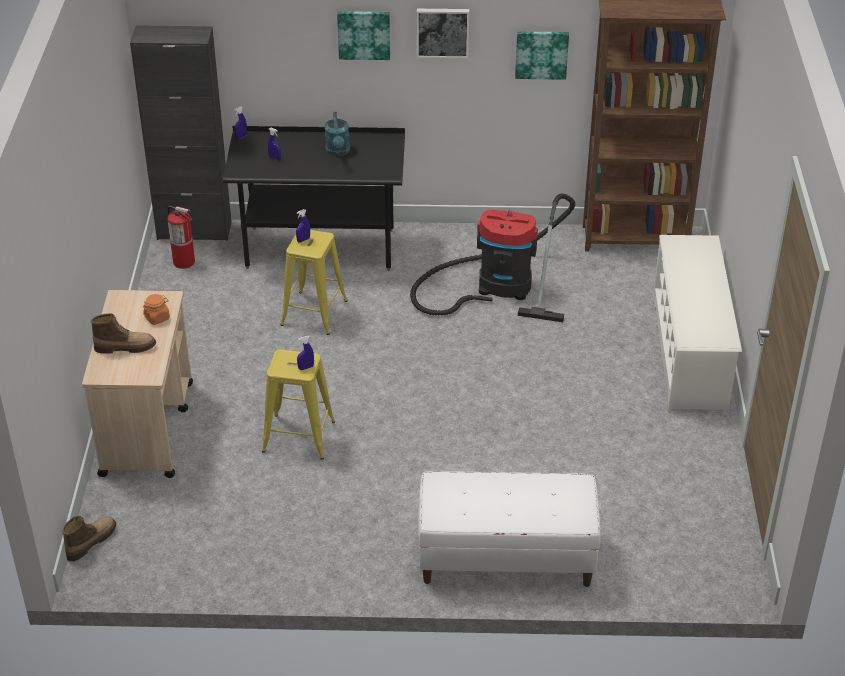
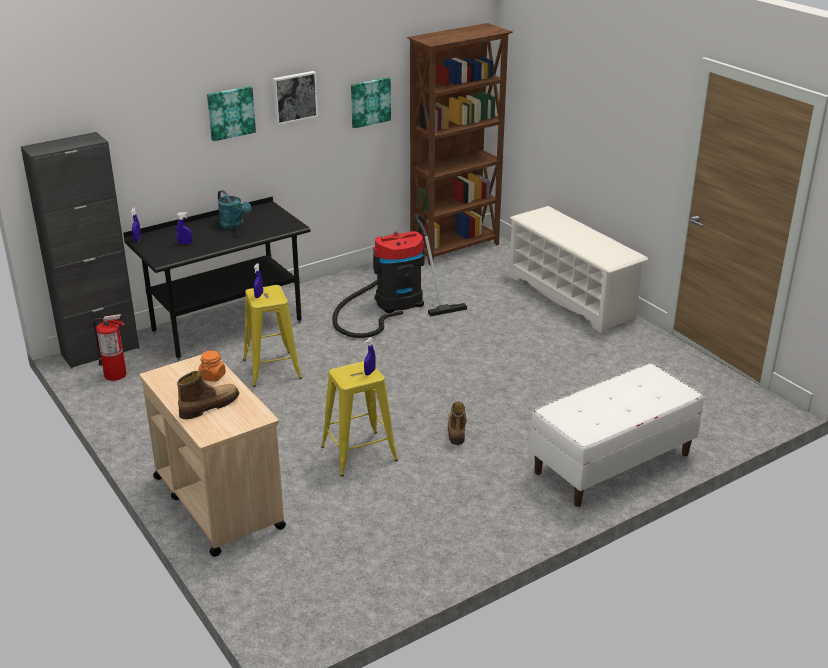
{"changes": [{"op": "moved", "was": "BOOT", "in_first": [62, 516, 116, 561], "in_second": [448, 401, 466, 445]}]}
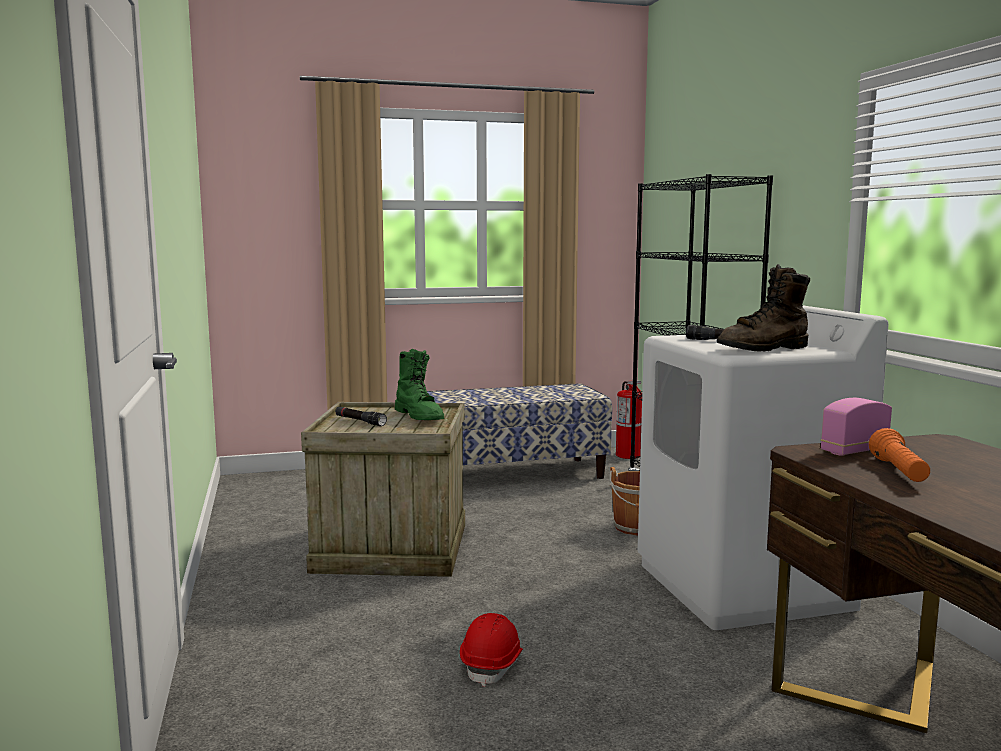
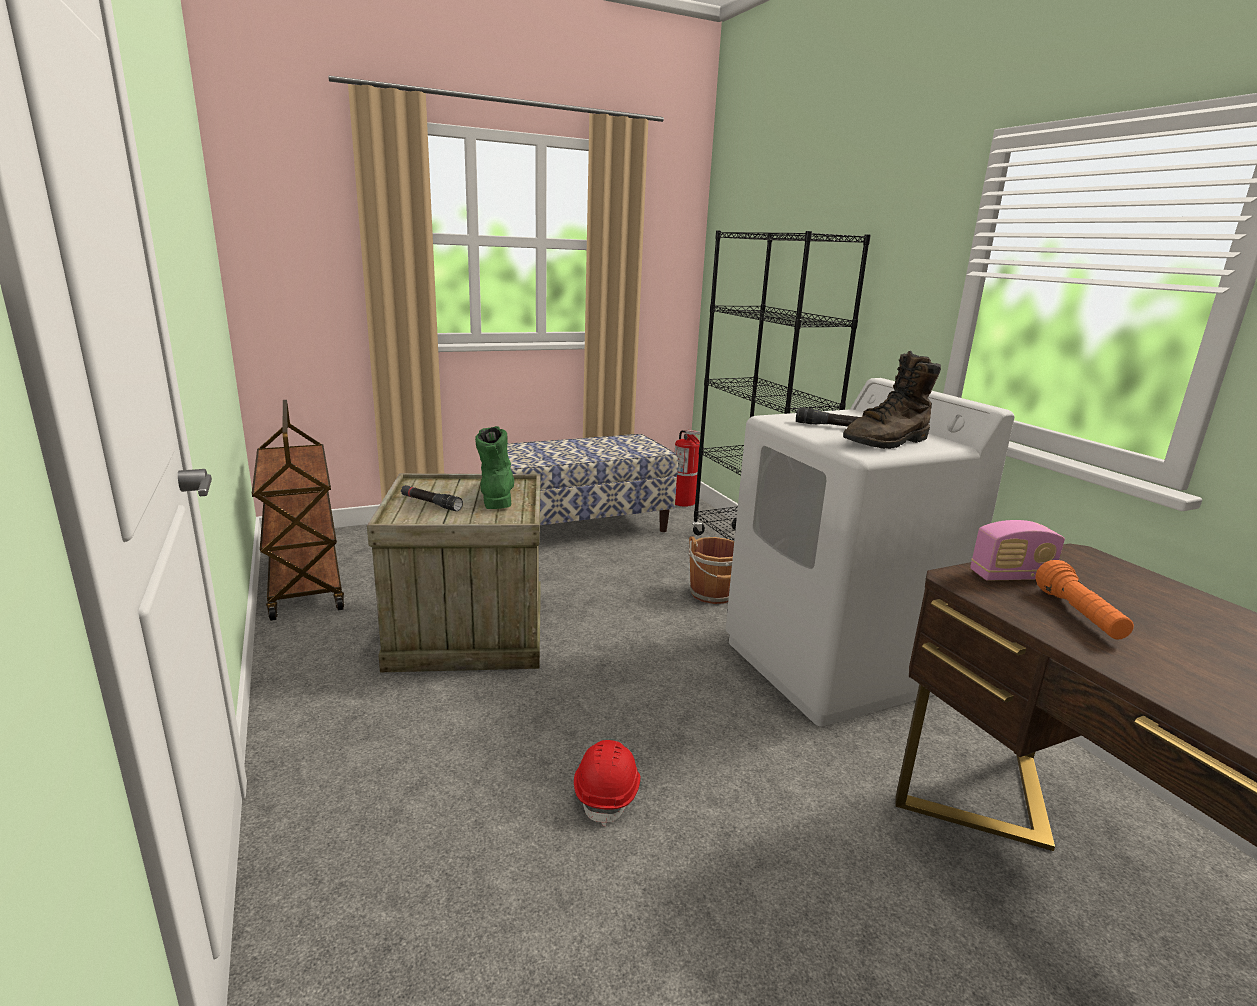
{"changes": [{"op": "turned", "was": "GREEN BOOT", "in_first": [395, 349, 444, 420], "in_second": [475, 426, 514, 509], "clockwise": -150}, {"op": "turned", "was": "RADIO", "in_first": [821, 398, 892, 456], "in_second": [970, 520, 1065, 581], "clockwise": -150}, {"op": "added", "now": "BROWN CART", "in_second": [252, 400, 344, 621]}]}
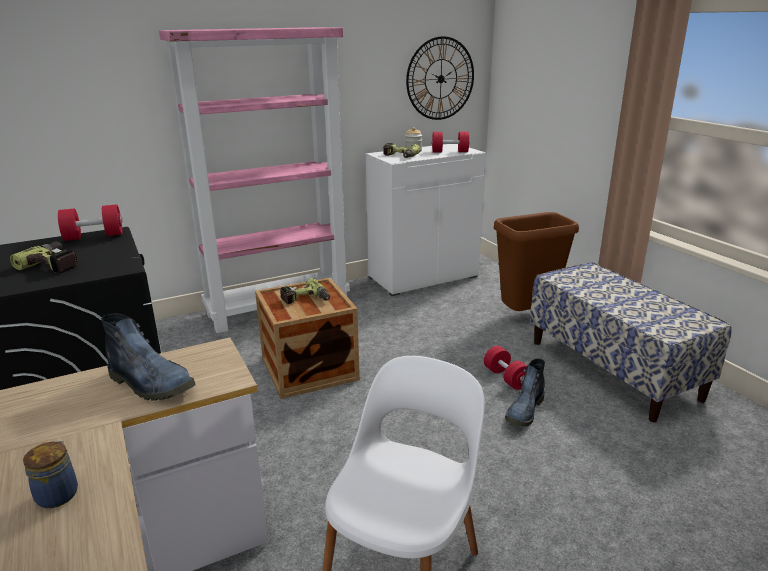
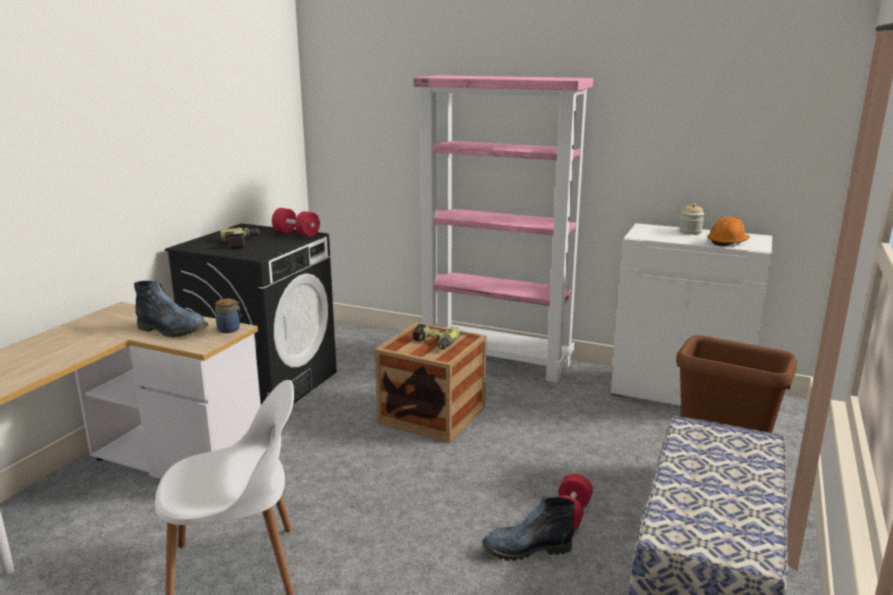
{"changes": [{"op": "removed", "was": "WALL CLOCK", "in_first": [406, 36, 474, 120]}, {"op": "replaced", "was": "RED DUMBBELL", "now": "ORANGE HARD HAT", "in_first": [431, 131, 470, 153], "in_second": [707, 217, 750, 246]}, {"op": "removed", "was": "POWER DRILL", "in_first": [383, 143, 421, 158]}, {"op": "turned", "was": "BOOT", "in_first": [101, 313, 196, 401], "in_second": [134, 281, 209, 337], "clockwise": -60}, {"op": "moved", "was": "JAR", "in_first": [23, 441, 78, 508], "in_second": [215, 299, 242, 333]}]}
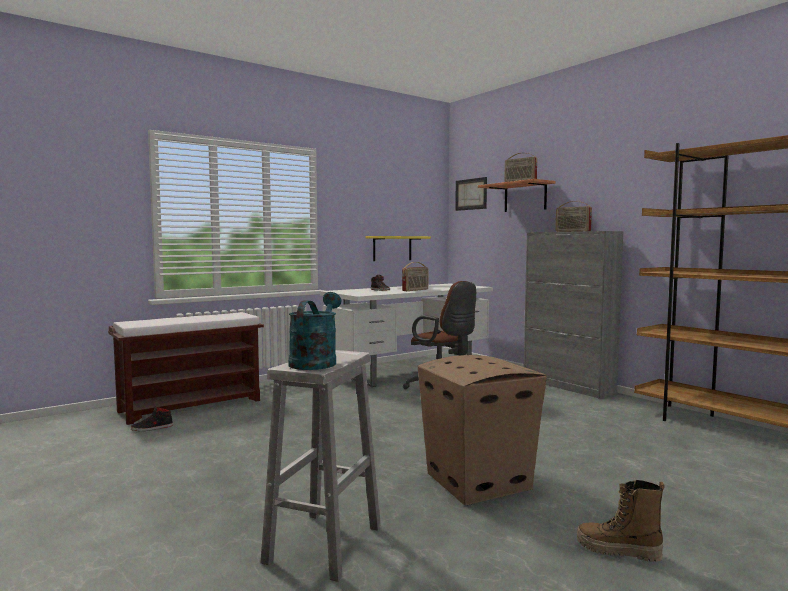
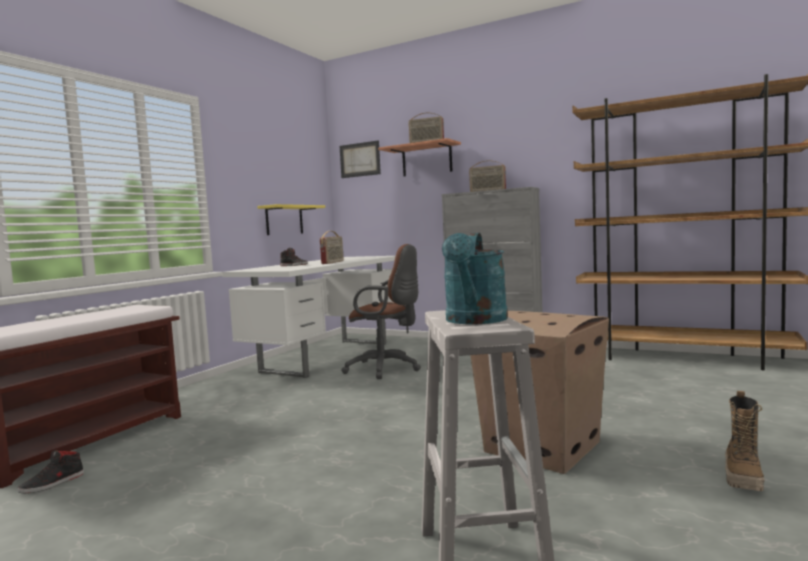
{"changes": [{"op": "turned", "was": "TURQUOISE WATERING CAN", "in_first": [289, 292, 341, 370], "in_second": [442, 233, 508, 325], "clockwise": -150}, {"op": "turned", "was": "BOOT", "in_first": [577, 480, 664, 562], "in_second": [725, 391, 765, 491], "clockwise": -60}]}
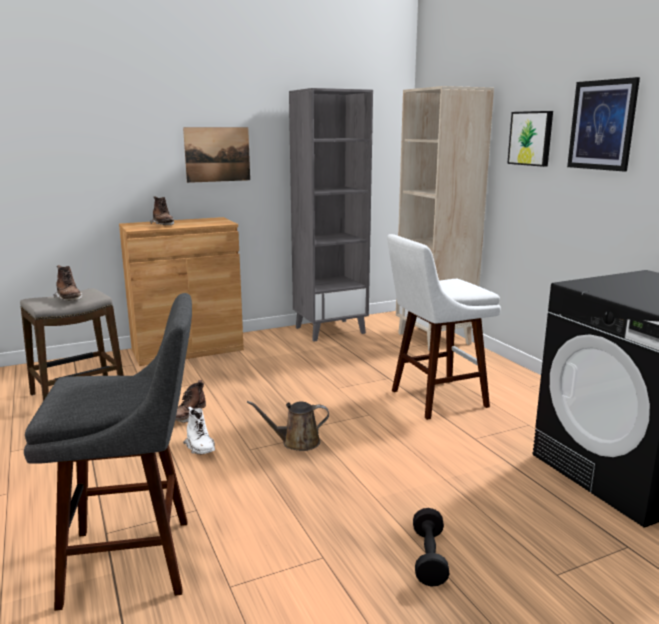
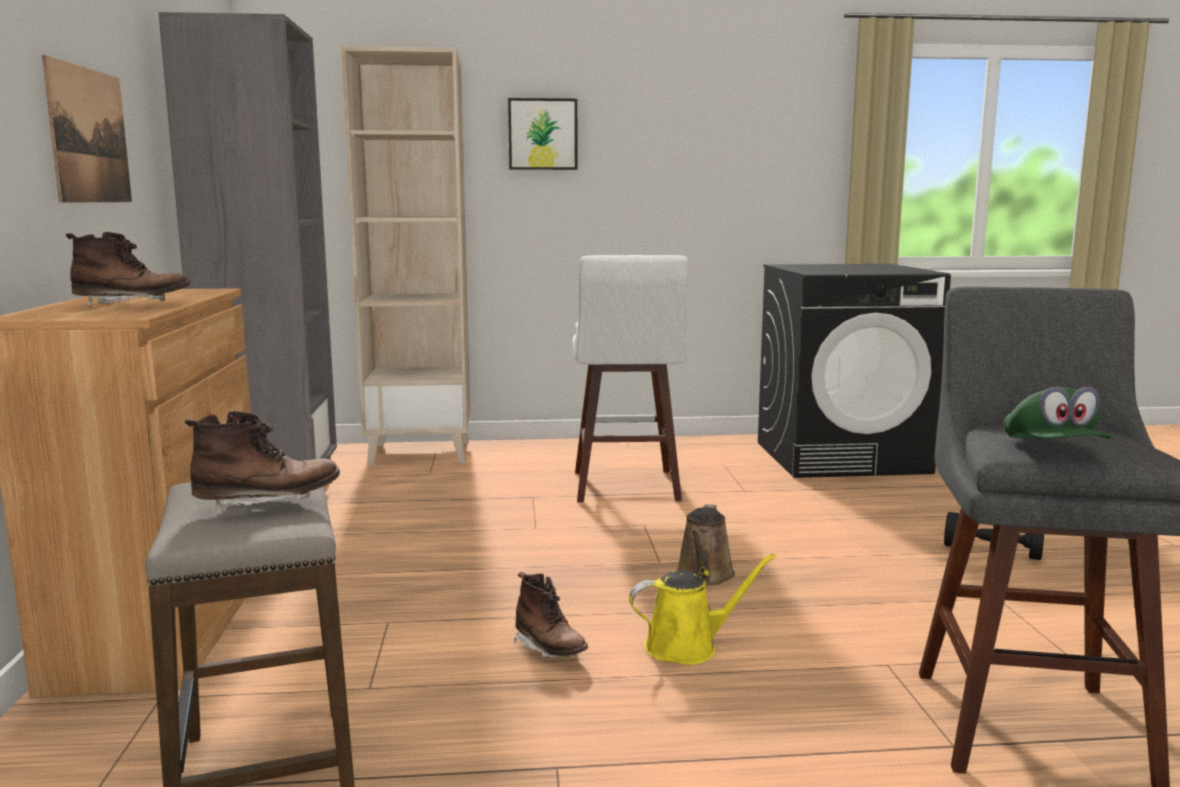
{"changes": [{"op": "removed", "was": "PICTURE", "in_first": [567, 77, 640, 171]}, {"op": "replaced", "was": "WHITE BOOT", "now": "YELLOW WATERING CAN", "in_first": [183, 407, 215, 455], "in_second": [629, 553, 776, 665]}, {"op": "added", "now": "GREEN CAP", "in_second": [1004, 386, 1112, 439]}]}
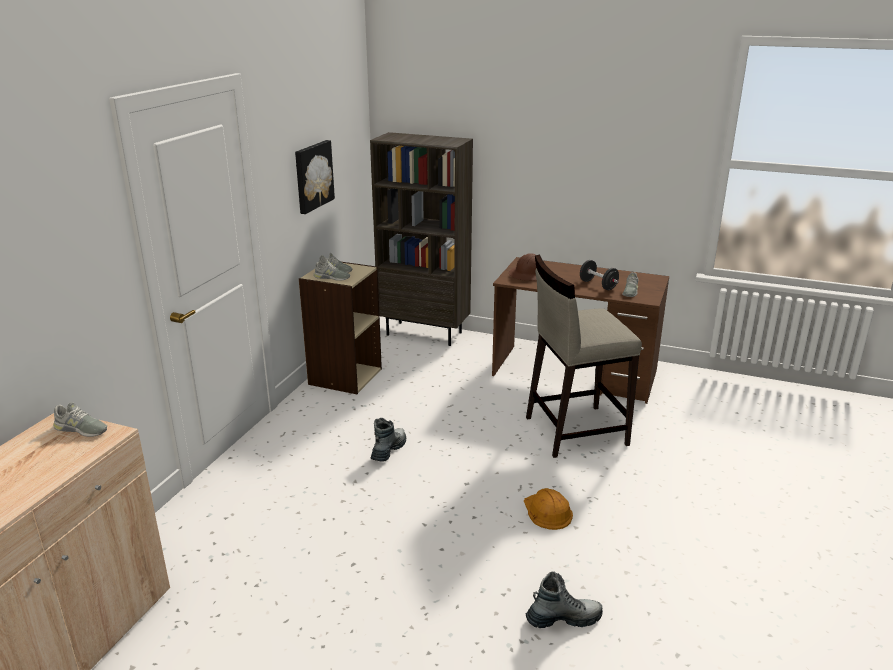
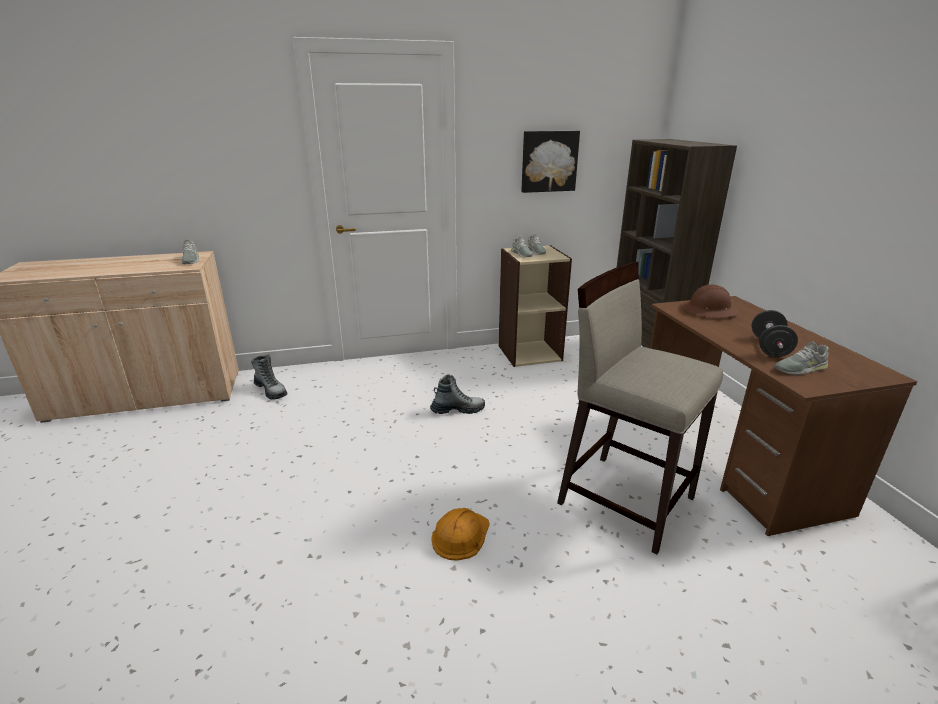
{"changes": [{"op": "moved", "was": "BOOT", "in_first": [526, 571, 603, 628], "in_second": [251, 355, 287, 400]}]}
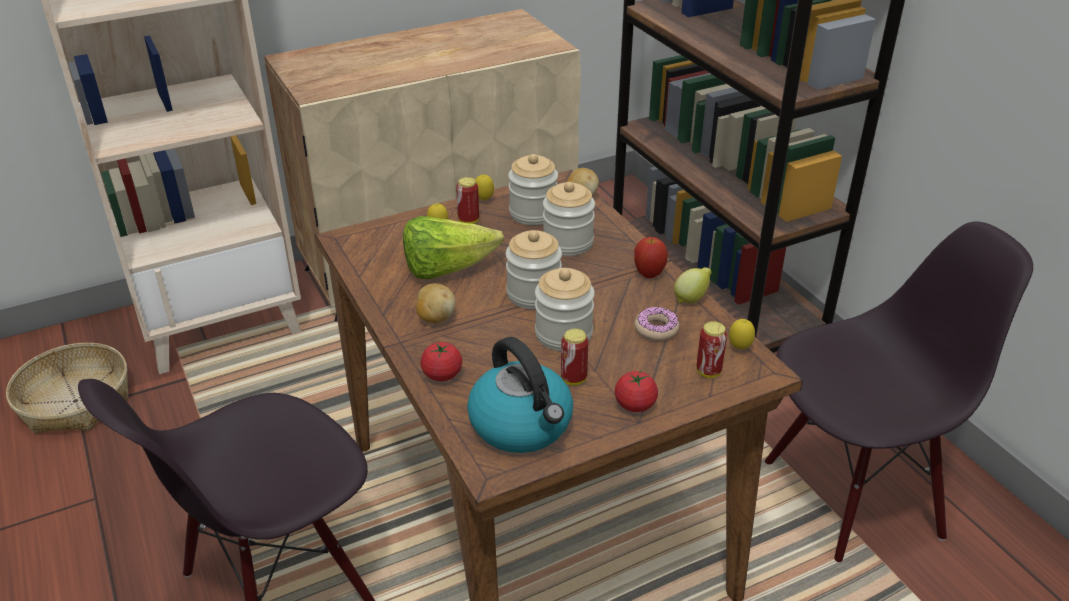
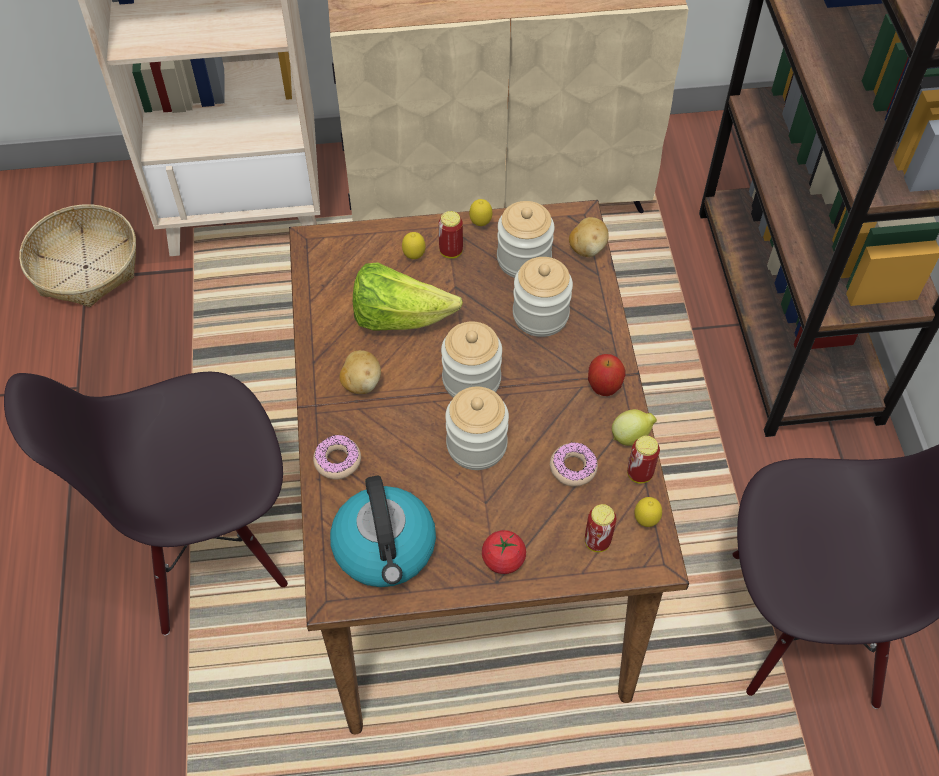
{"changes": [{"op": "moved", "was": "CAN", "in_first": [561, 329, 589, 385], "in_second": [627, 436, 660, 484]}, {"op": "replaced", "was": "TOMATO", "now": "DONUT", "in_first": [421, 342, 462, 381], "in_second": [313, 435, 361, 480]}]}
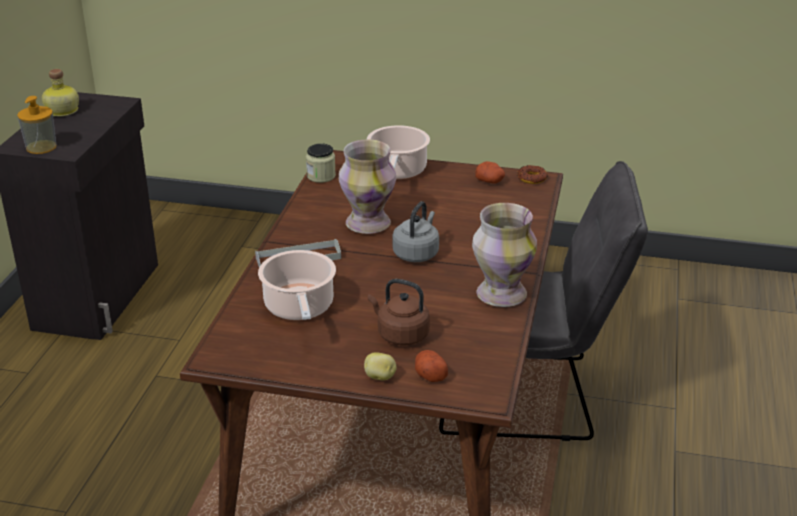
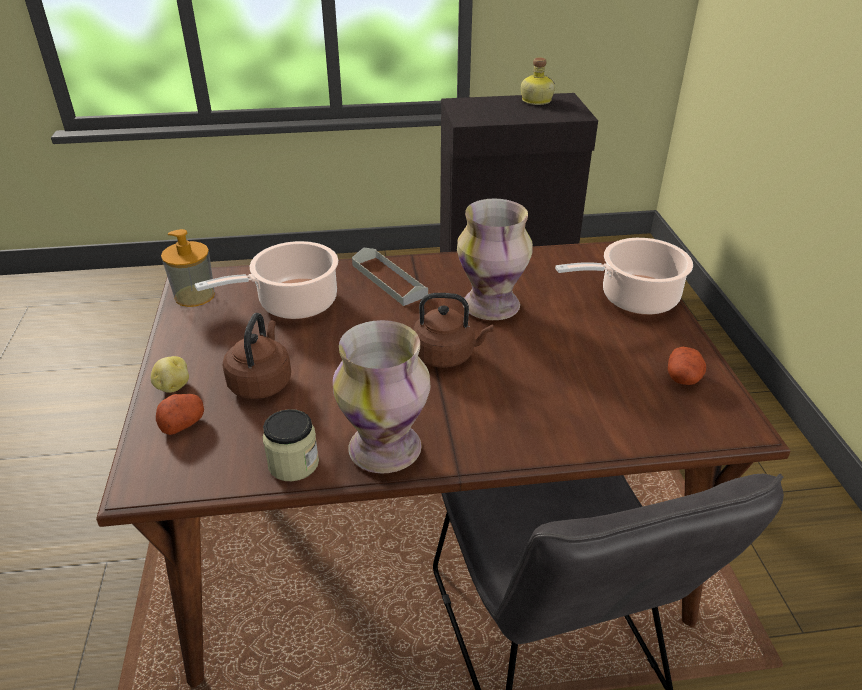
{"changes": [{"op": "moved", "was": "SOAP DISPENSER", "in_first": [17, 96, 57, 154], "in_second": [161, 229, 215, 307]}, {"op": "moved", "was": "JAR", "in_first": [306, 143, 336, 183], "in_second": [263, 409, 319, 481]}, {"op": "removed", "was": "DONUT", "in_first": [517, 165, 548, 184]}, {"op": "recoloured", "was": "GREY KETTLE", "now": "BROWN KETTLE", "in_first": [393, 201, 439, 262], "in_second": [413, 293, 493, 368]}]}
